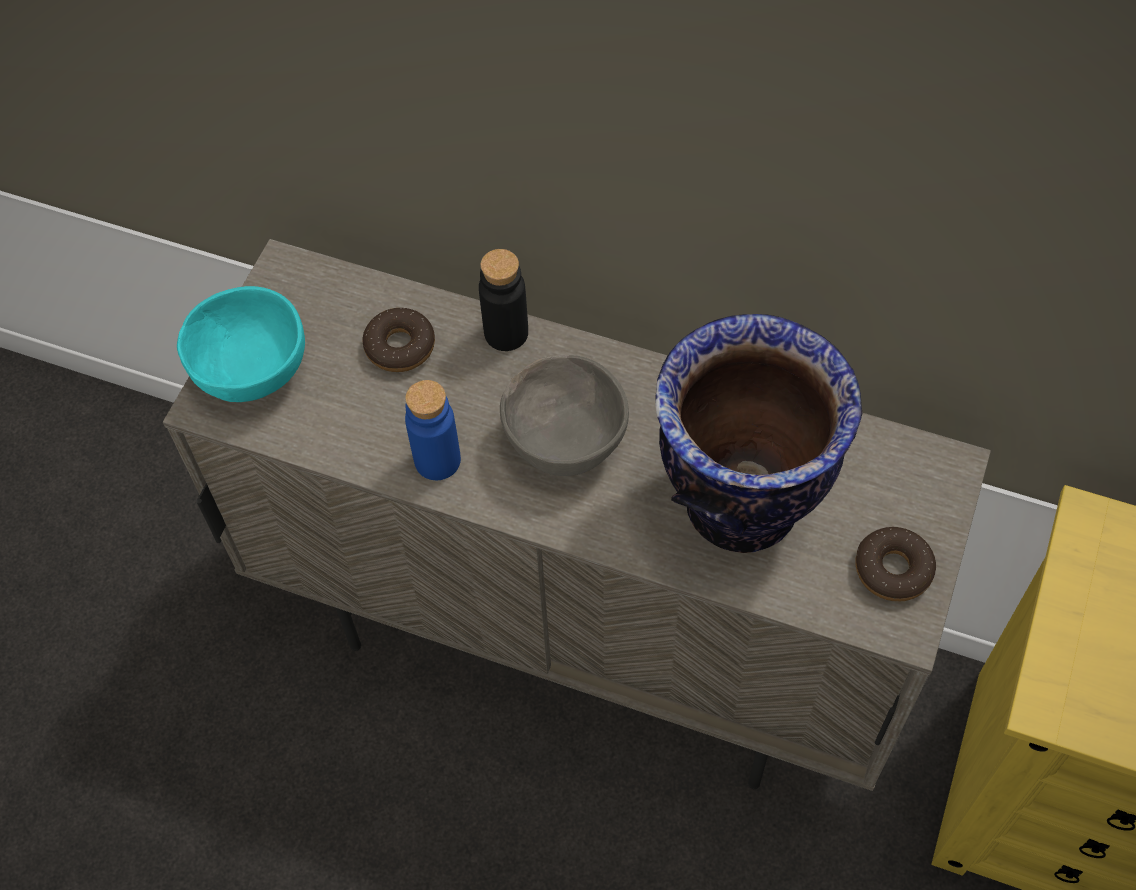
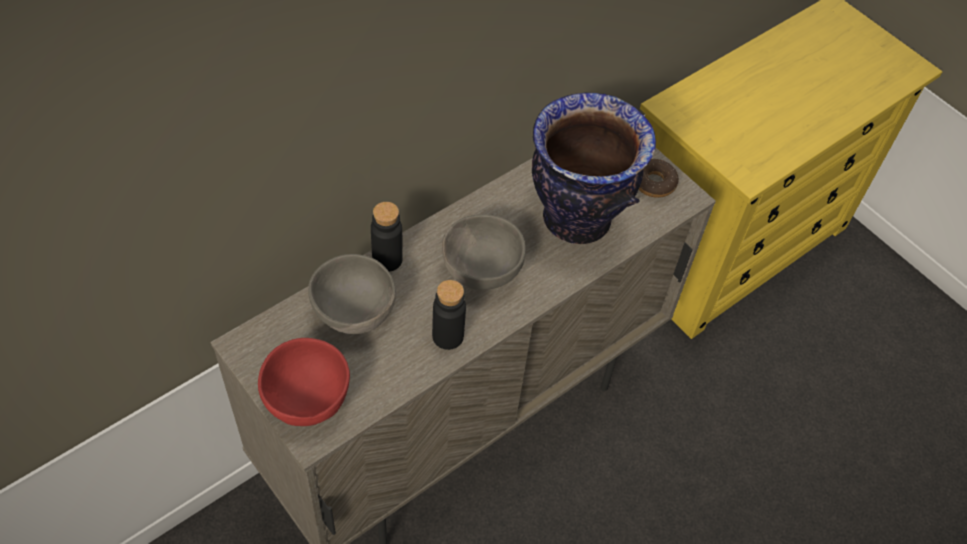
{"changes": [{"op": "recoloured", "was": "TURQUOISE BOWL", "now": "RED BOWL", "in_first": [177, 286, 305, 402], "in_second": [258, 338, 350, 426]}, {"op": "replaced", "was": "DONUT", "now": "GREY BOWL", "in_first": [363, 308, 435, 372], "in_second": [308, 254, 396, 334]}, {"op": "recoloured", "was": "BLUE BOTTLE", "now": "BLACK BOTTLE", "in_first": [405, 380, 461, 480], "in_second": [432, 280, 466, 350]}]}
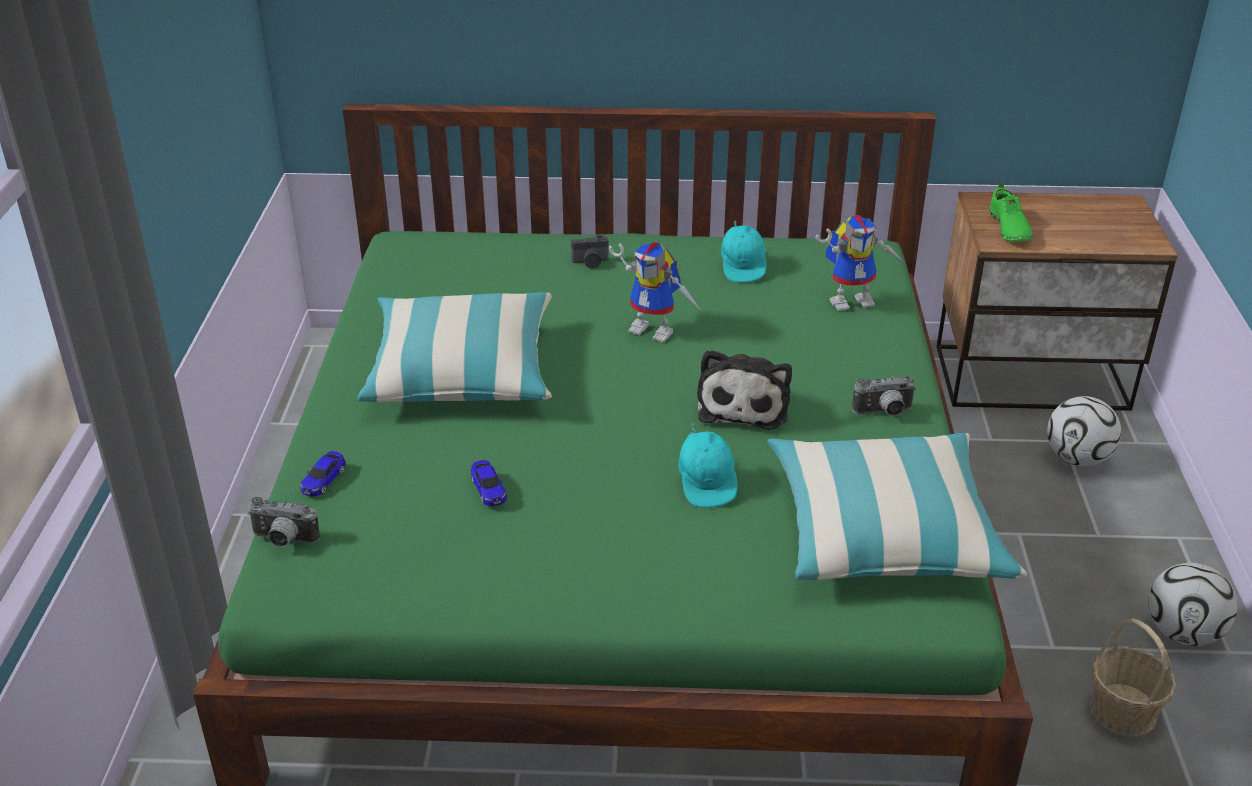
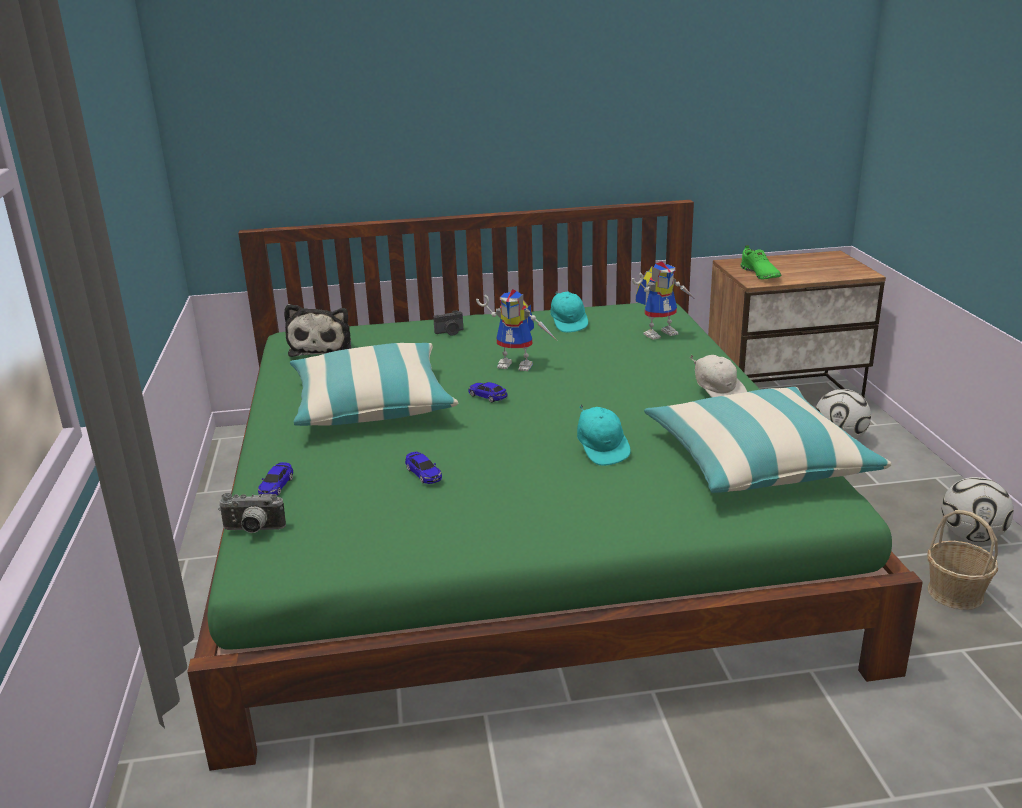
{"changes": [{"op": "moved", "was": "PLUSH TOY", "in_first": [697, 349, 792, 430], "in_second": [284, 304, 351, 357]}, {"op": "replaced", "was": "PHOTO CAMERA", "now": "WHITE CAP", "in_first": [852, 376, 916, 416], "in_second": [690, 355, 747, 397]}, {"op": "added", "now": "TOY CAR", "in_second": [468, 382, 508, 403]}]}
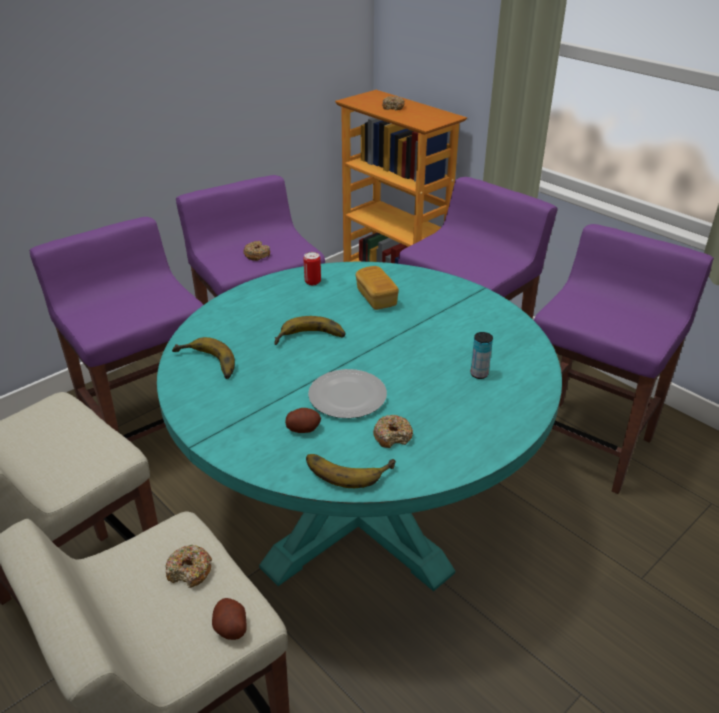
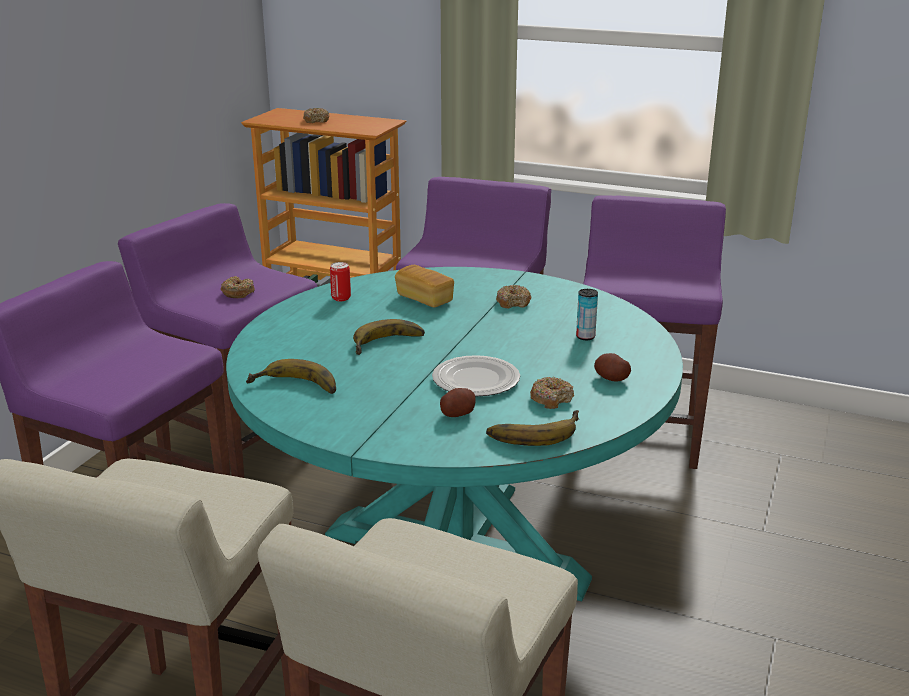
{"changes": [{"op": "moved", "was": "DONUT", "in_first": [165, 545, 212, 588], "in_second": [496, 285, 531, 308]}, {"op": "moved", "was": "POTATO", "in_first": [212, 598, 247, 640], "in_second": [594, 353, 631, 381]}]}
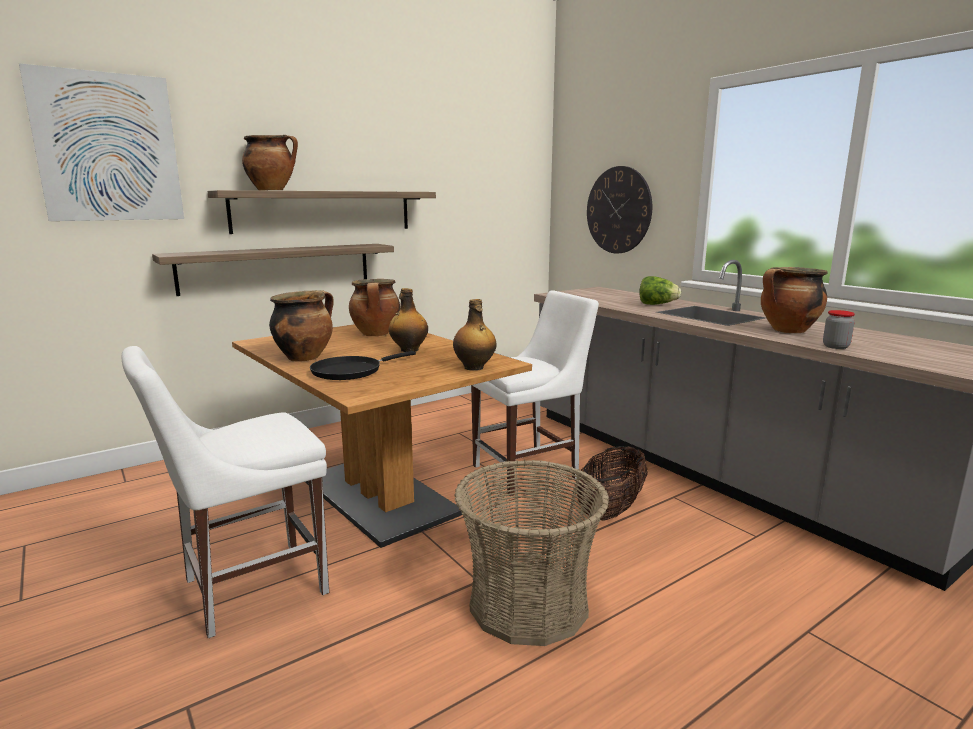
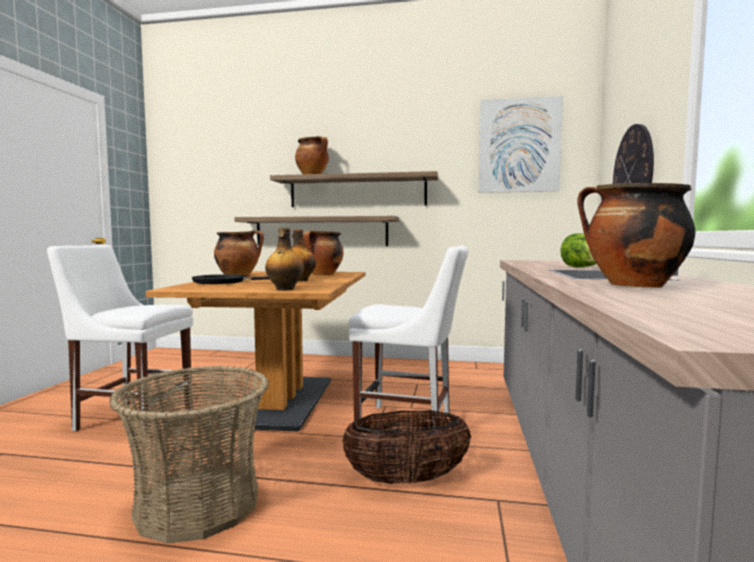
{"changes": [{"op": "moved", "was": "PICTURE", "in_first": [19, 63, 184, 221], "in_second": [479, 96, 563, 193]}, {"op": "removed", "was": "JAR", "in_first": [823, 310, 855, 349]}]}
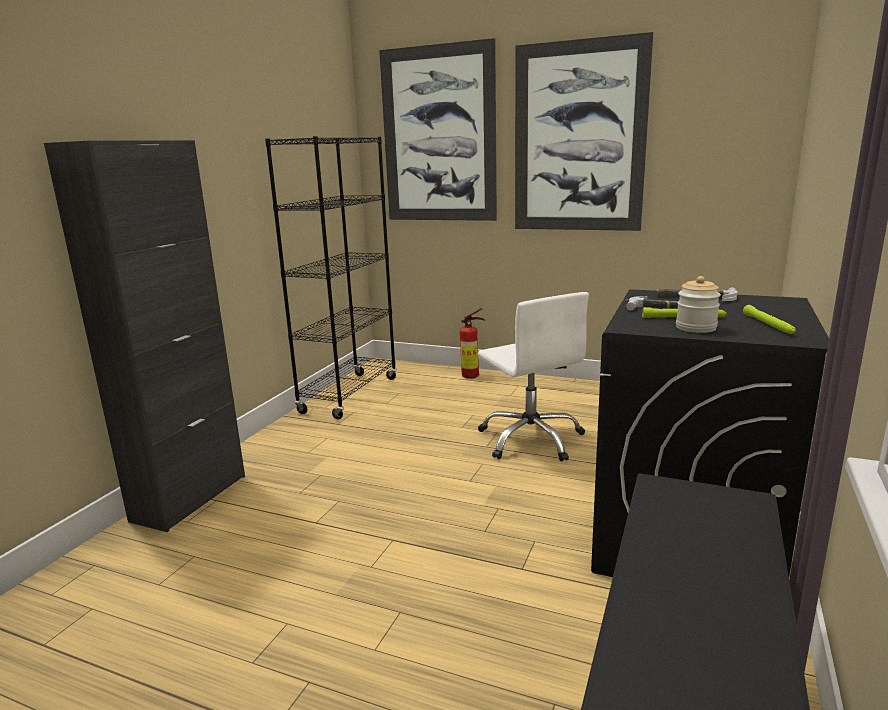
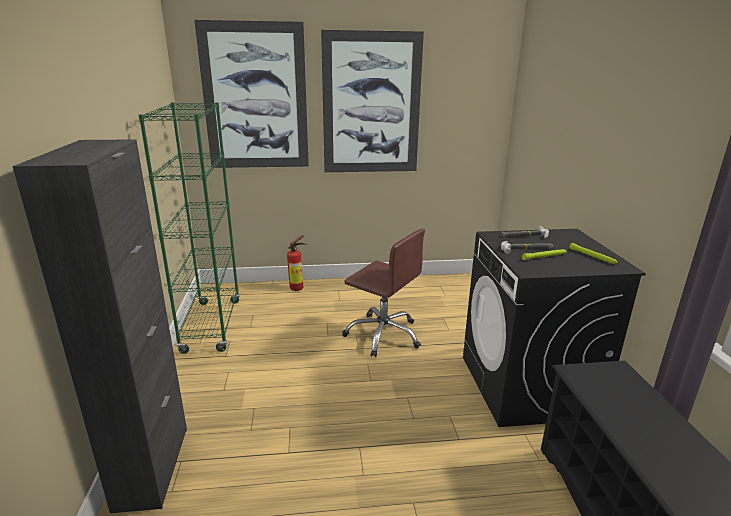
{"changes": [{"op": "recoloured", "was": "BLACK BOOKCASE", "now": "GREEN BOOKCASE", "in_first": [265, 136, 397, 419], "in_second": [139, 102, 240, 354]}, {"op": "removed", "was": "JAR", "in_first": [676, 276, 721, 333]}, {"op": "recoloured", "was": "WHITE OFFICE CHAIR", "now": "BROWN OFFICE CHAIR", "in_first": [478, 292, 589, 462], "in_second": [342, 228, 425, 357]}]}
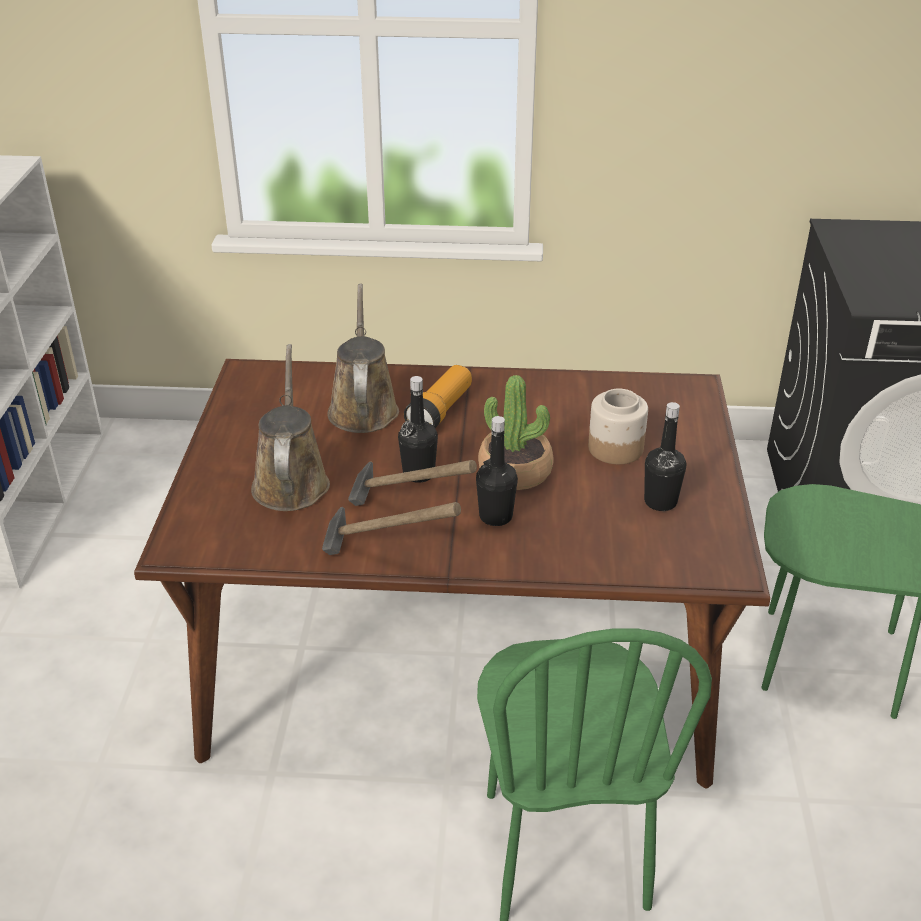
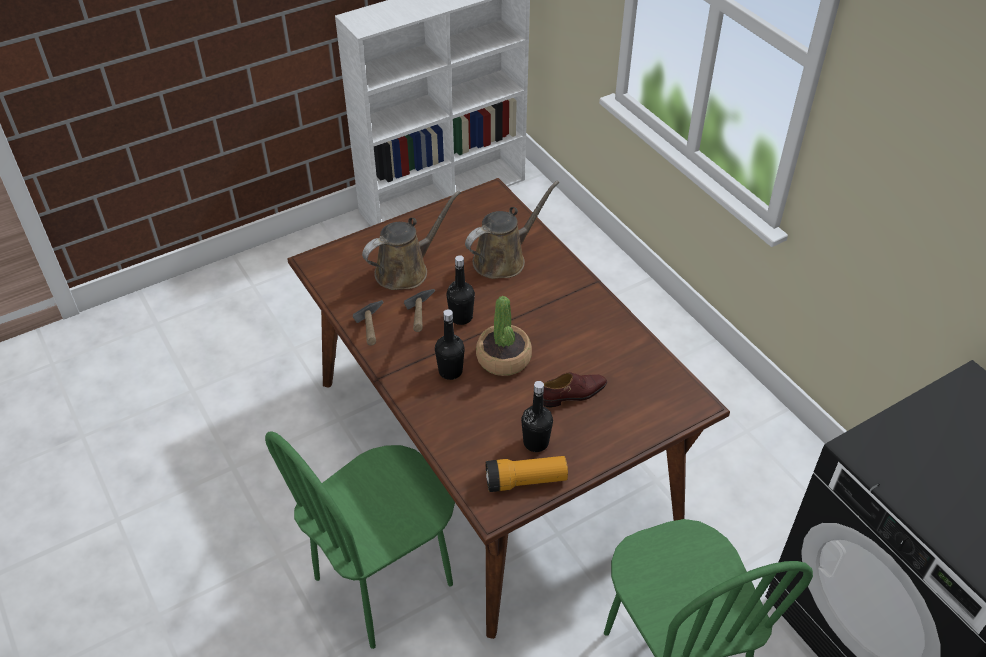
{"changes": [{"op": "moved", "was": "FLASHLIGHT", "in_first": [404, 365, 472, 428], "in_second": [486, 456, 568, 492]}, {"op": "replaced", "was": "JAR", "now": "BROWN SHOE", "in_first": [588, 389, 648, 464], "in_second": [543, 372, 607, 407]}]}
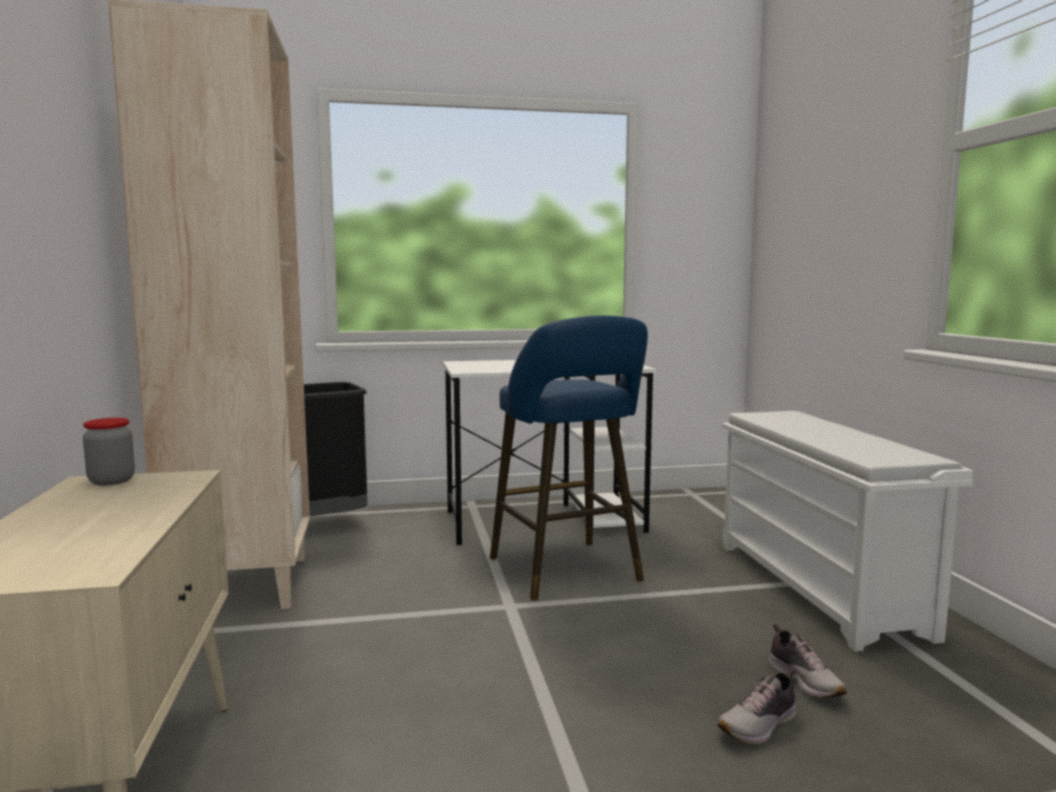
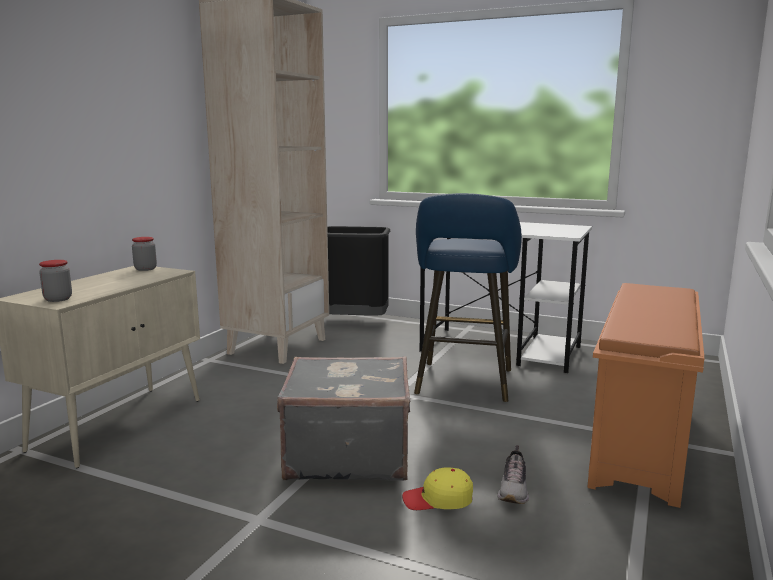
{"changes": [{"op": "recoloured", "was": "WHITE SHOE RACK", "now": "ORANGE SHOE RACK", "in_first": [722, 411, 973, 652], "in_second": [587, 283, 704, 508]}, {"op": "replaced", "was": "SHOE", "now": "YELLOW CAP", "in_first": [717, 668, 796, 744], "in_second": [402, 467, 473, 510]}, {"op": "added", "now": "JAR", "in_second": [39, 260, 72, 302]}, {"op": "added", "now": "GREY SUITCASE", "in_second": [277, 356, 410, 481]}]}
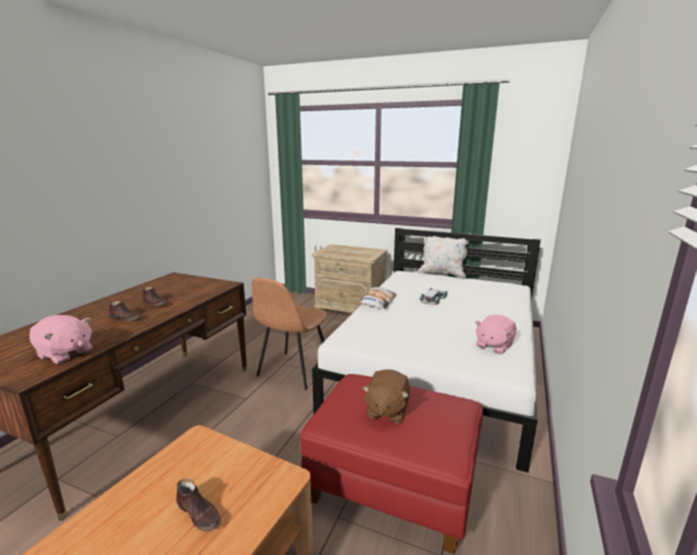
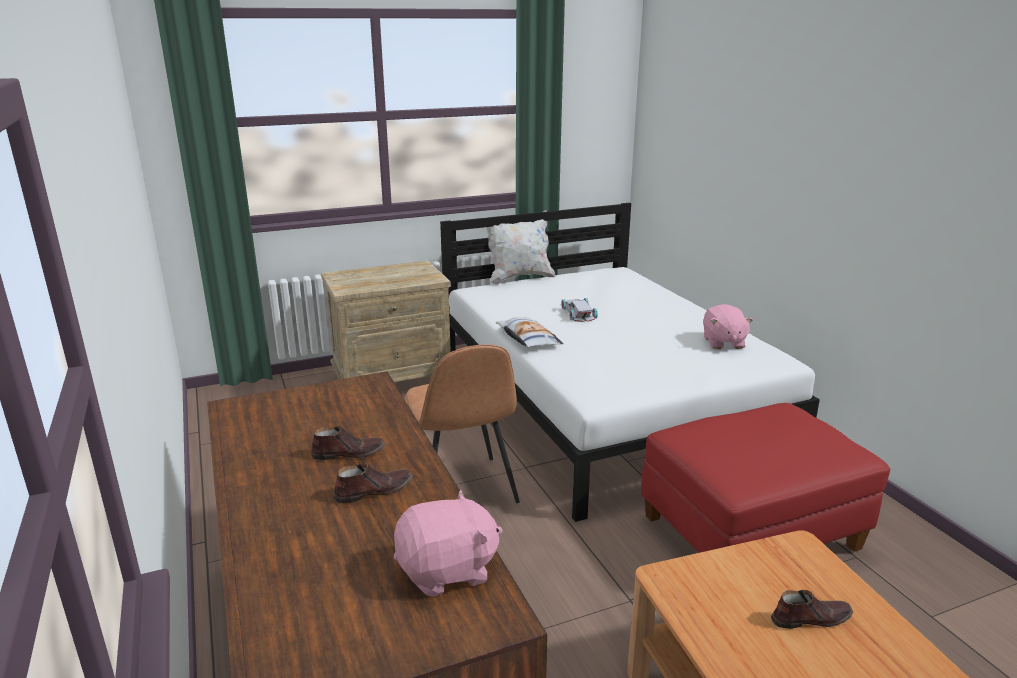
{"changes": [{"op": "removed", "was": "BROWN PLUSH TOY", "in_first": [362, 370, 410, 423]}]}
